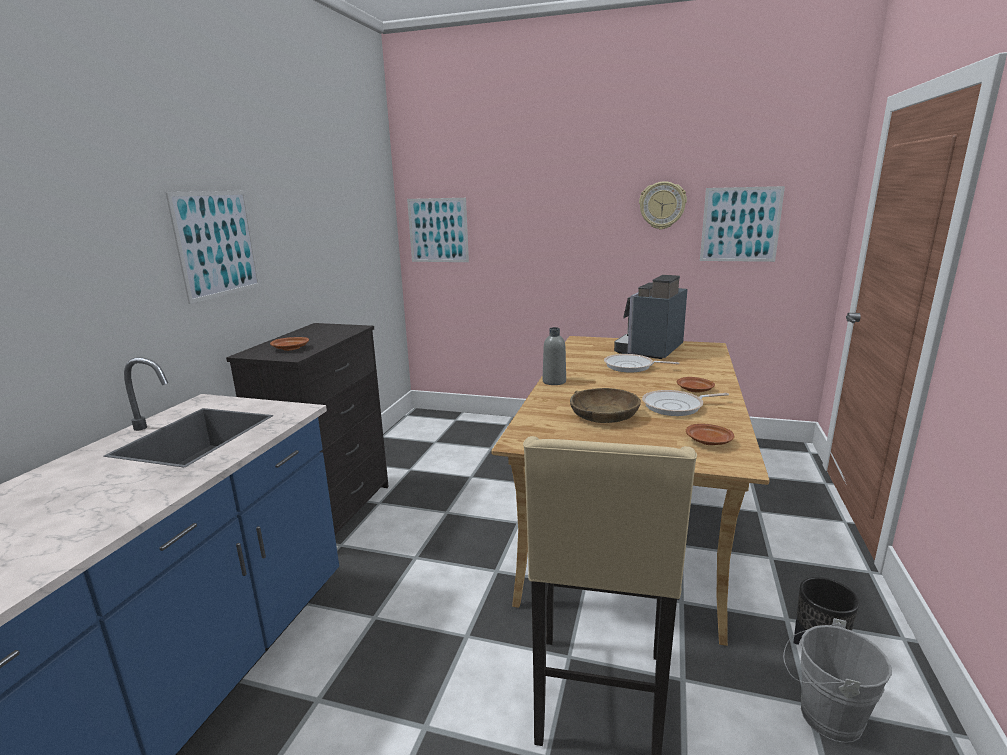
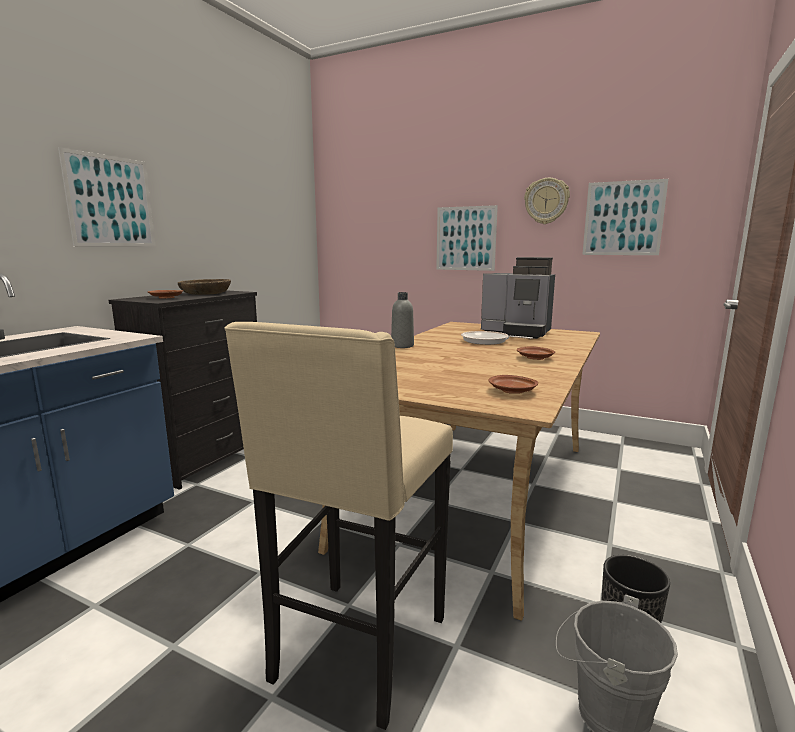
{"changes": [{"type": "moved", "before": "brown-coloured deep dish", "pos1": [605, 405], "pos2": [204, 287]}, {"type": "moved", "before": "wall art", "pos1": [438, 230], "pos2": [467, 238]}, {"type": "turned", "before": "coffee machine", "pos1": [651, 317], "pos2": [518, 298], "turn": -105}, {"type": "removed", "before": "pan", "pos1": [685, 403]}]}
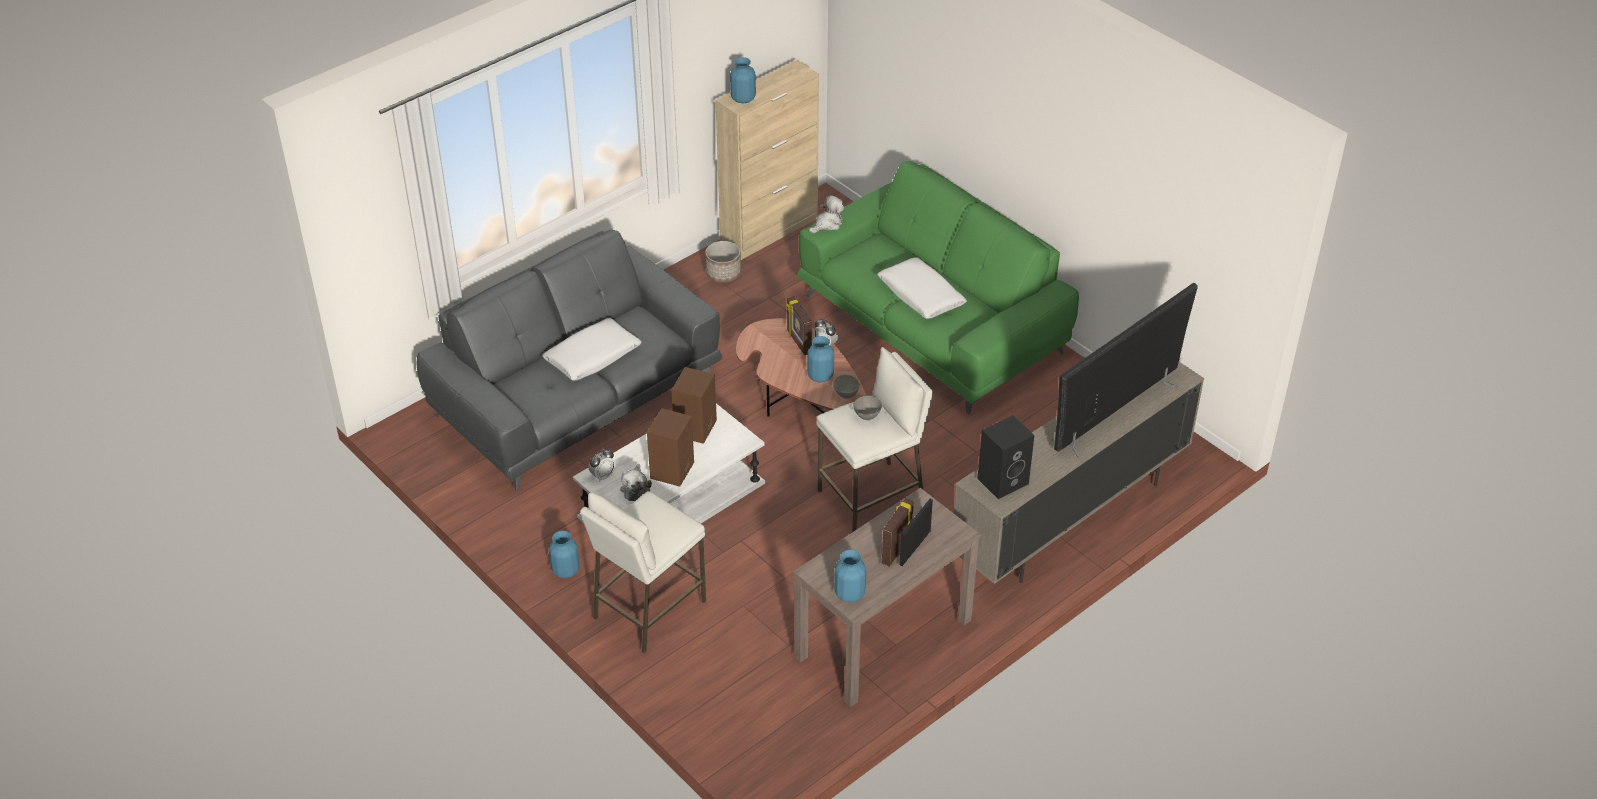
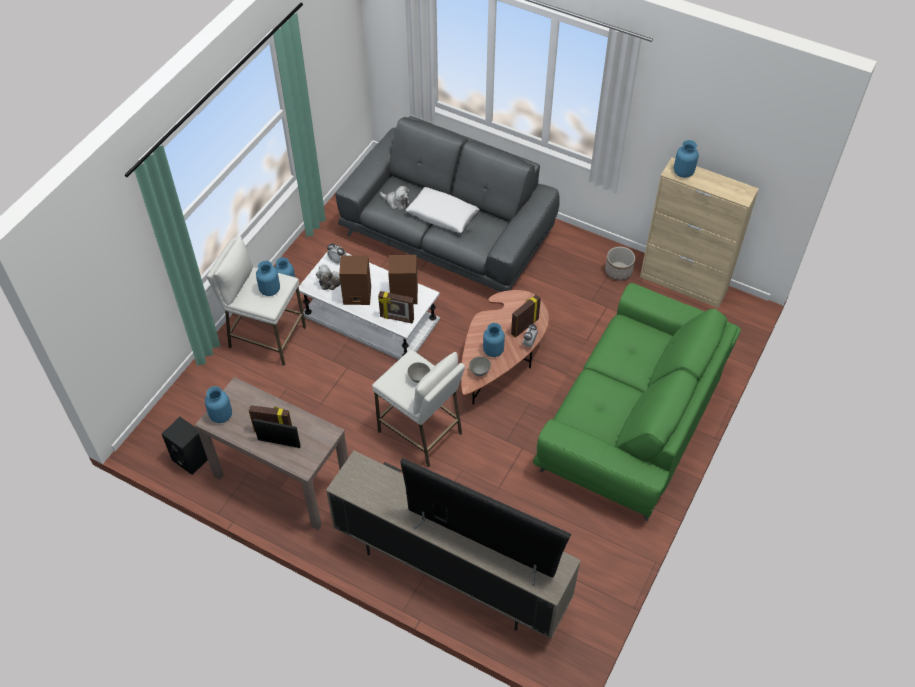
{"changes": [{"type": "moved", "before": "black loudspeaker", "pos1": [1005, 457], "pos2": [185, 446]}, {"type": "added", "after": "bluish decorative vase", "pos2": [268, 278]}, {"type": "added", "after": "standing frame", "pos2": [396, 307]}, {"type": "moved", "before": "soft toy", "pos1": [826, 214], "pos2": [395, 198]}, {"type": "removed", "before": "white throw pillow", "pos1": [922, 288]}]}
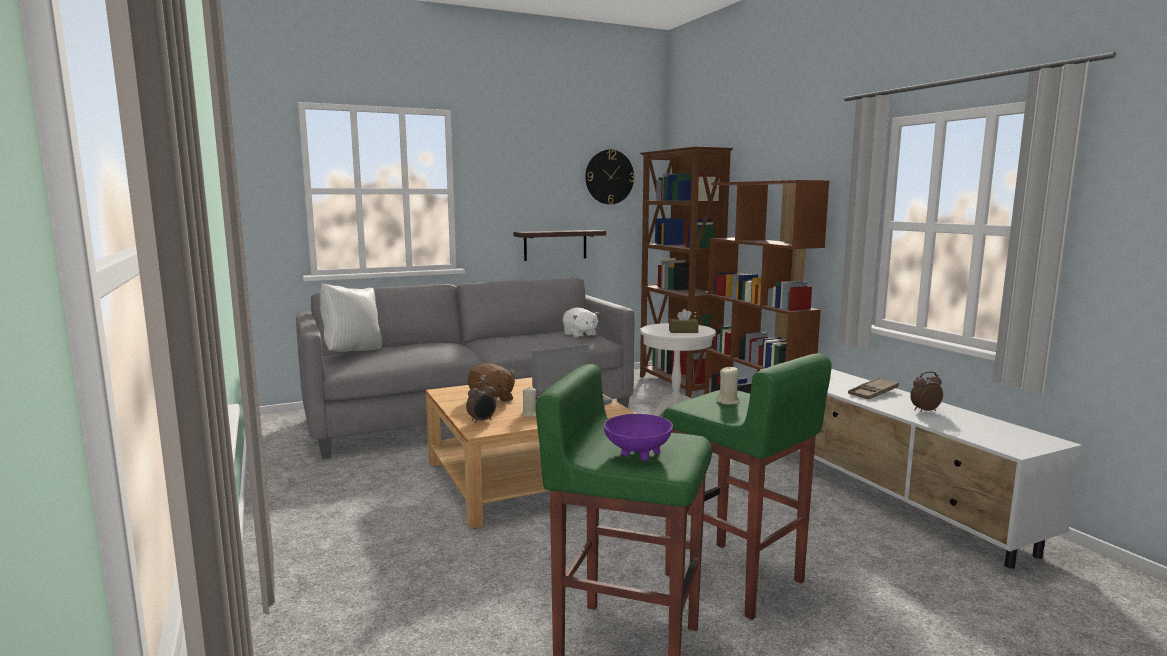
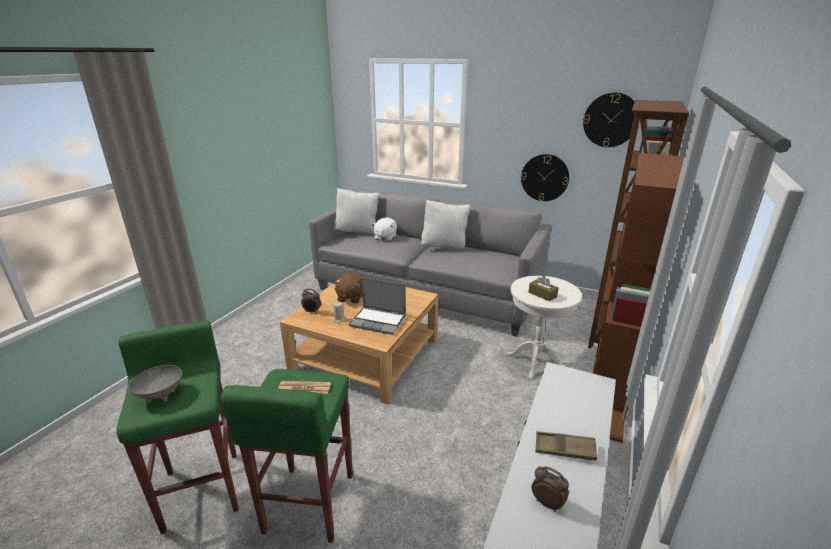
{"changes": [{"type": "recoloured", "before": "purple-coloured deep dish", "after": "gray deep dish", "pos1": [638, 437], "pos2": [155, 384]}, {"type": "replaced", "before": "sand-coloured candle", "after": "daily paper", "pos1": [728, 385], "pos2": [304, 387]}, {"type": "moved", "before": "white soft toy", "pos1": [581, 323], "pos2": [384, 229]}, {"type": "added", "after": "white throw pillow", "pos2": [445, 224]}, {"type": "replaced", "before": "wall shelf", "after": "clock on the wall", "pos1": [559, 245], "pos2": [545, 177]}]}
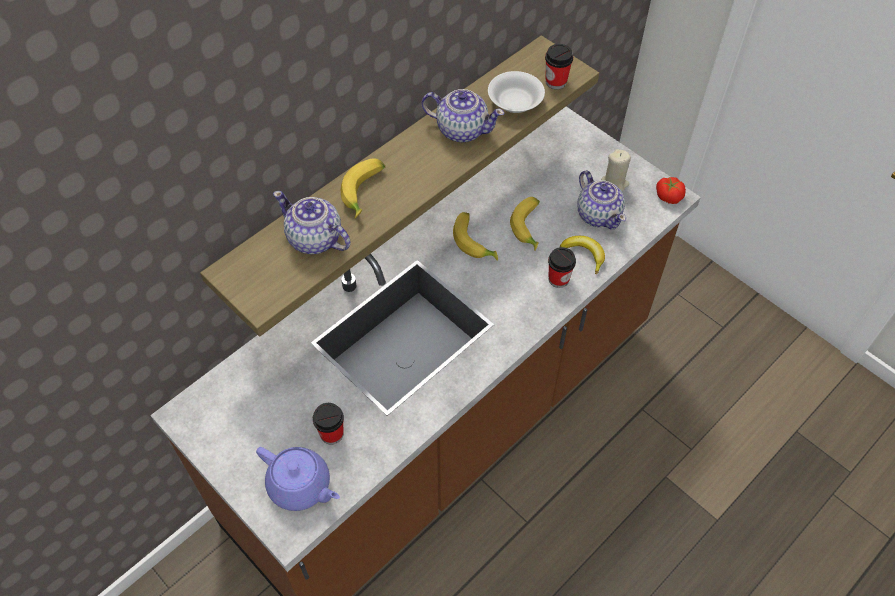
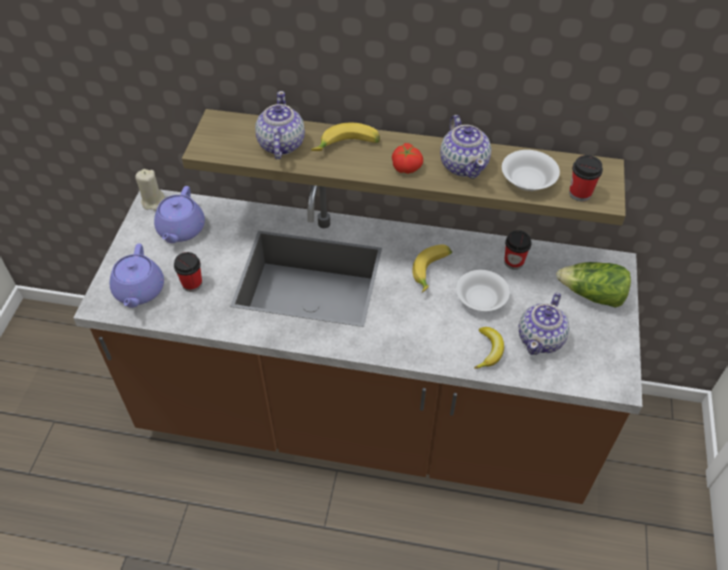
{"changes": [{"type": "moved", "before": "sand-coloured candle", "pos1": [616, 170], "pos2": [150, 190]}, {"type": "added", "after": "purple-coloured teapot", "pos2": [179, 214]}, {"type": "moved", "before": "fresh tomato", "pos1": [671, 190], "pos2": [407, 158]}, {"type": "replaced", "before": "banana fruit", "after": "white deep dish", "pos1": [525, 224], "pos2": [483, 290]}, {"type": "moved", "before": "cup", "pos1": [562, 267], "pos2": [518, 250]}, {"type": "added", "after": "head of lettuce", "pos2": [593, 285]}]}
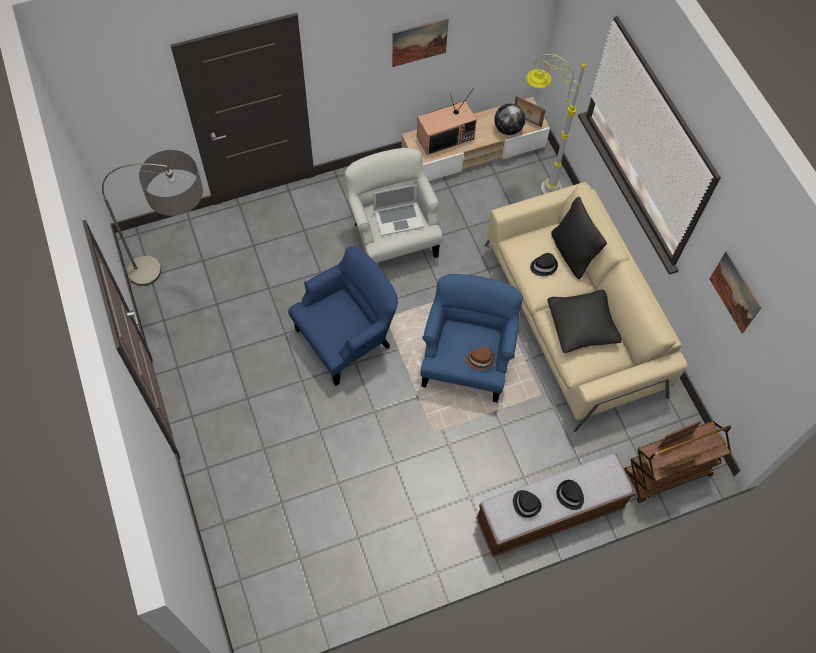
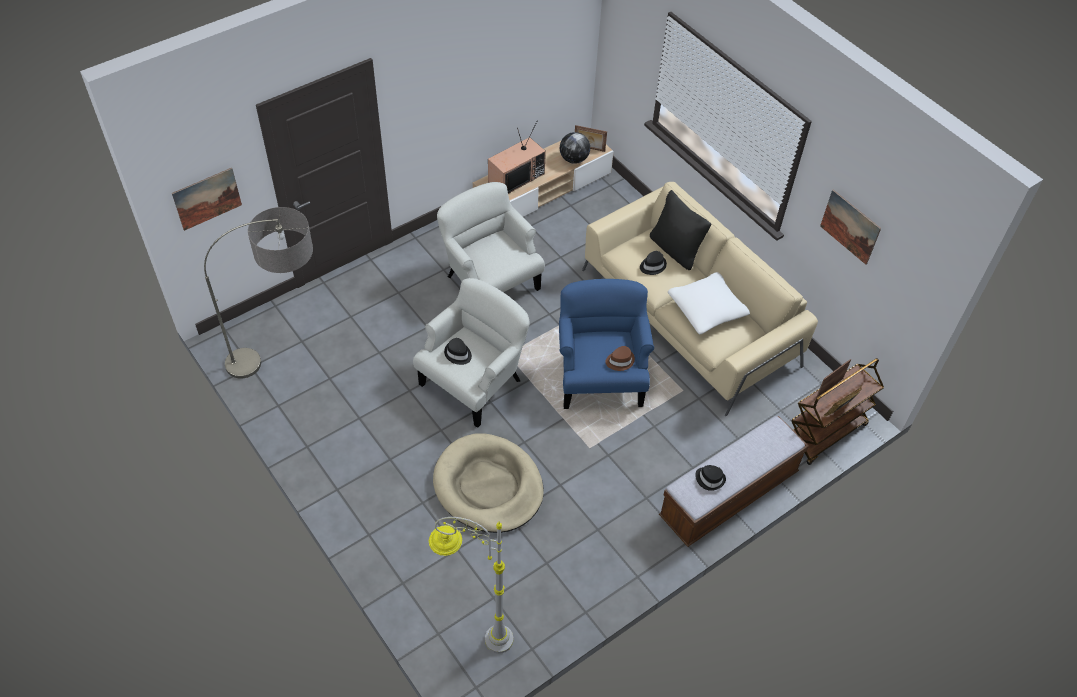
{"changes": [{"type": "moved", "before": "wall art", "pos1": [420, 42], "pos2": [207, 199]}, {"type": "recoloured", "before": "bluish lounge chair", "after": "white lounge chair", "pos1": [343, 316], "pos2": [471, 353]}, {"type": "moved", "before": "gray standing lamp", "pos1": [556, 124], "pos2": [471, 585]}, {"type": "added", "after": "sand-coloured pet bed", "pos2": [488, 483]}, {"type": "moved", "before": "black wearable hat", "pos1": [570, 495], "pos2": [458, 351]}, {"type": "recoloured", "before": "black throw pillow", "after": "white throw pillow", "pos1": [584, 321], "pos2": [709, 303]}, {"type": "removed", "before": "notebook computer", "pos1": [398, 210]}]}
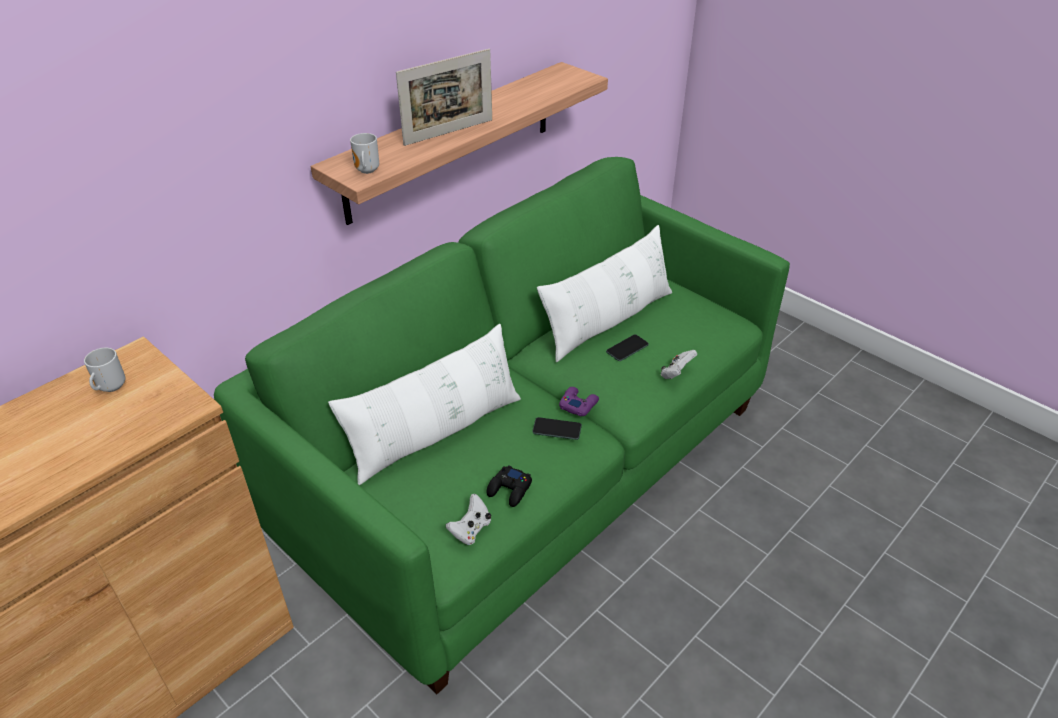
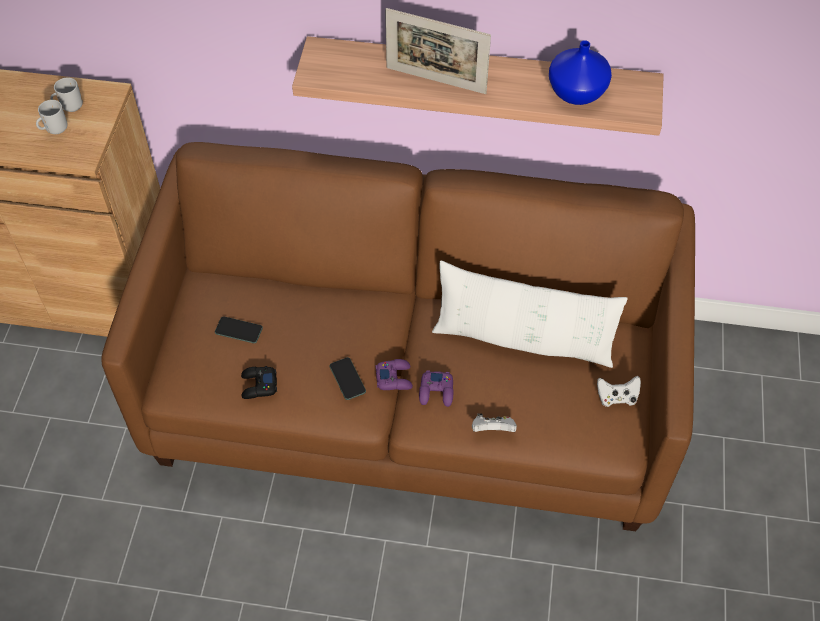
{"changes": [{"type": "moved", "before": "mug", "pos1": [364, 153], "pos2": [52, 117]}, {"type": "recoloured", "before": "greenish sofa", "after": "brown-coloured sofa", "pos1": [502, 426], "pos2": [398, 336]}, {"type": "moved", "before": "handset", "pos1": [627, 347], "pos2": [239, 329]}, {"type": "added", "after": "purple-coloured game controller", "pos2": [436, 388]}, {"type": "added", "after": "bluish decorative vase", "pos2": [580, 72]}, {"type": "moved", "before": "white game controller", "pos1": [468, 519], "pos2": [619, 391]}, {"type": "removed", "before": "white throw pillow", "pos1": [424, 404]}]}
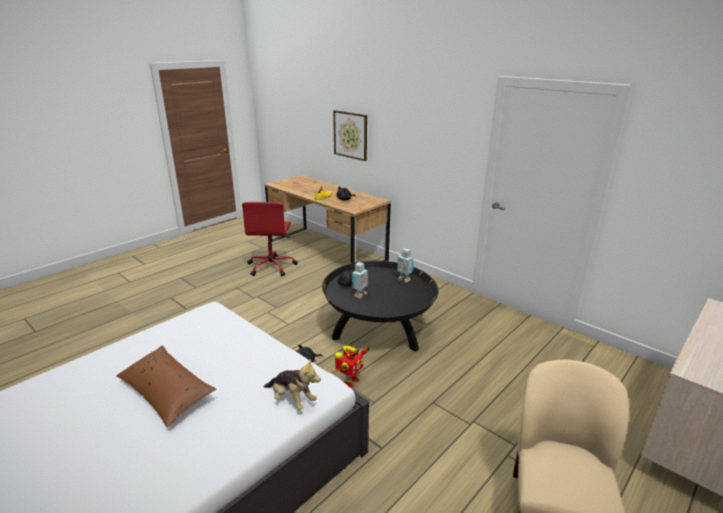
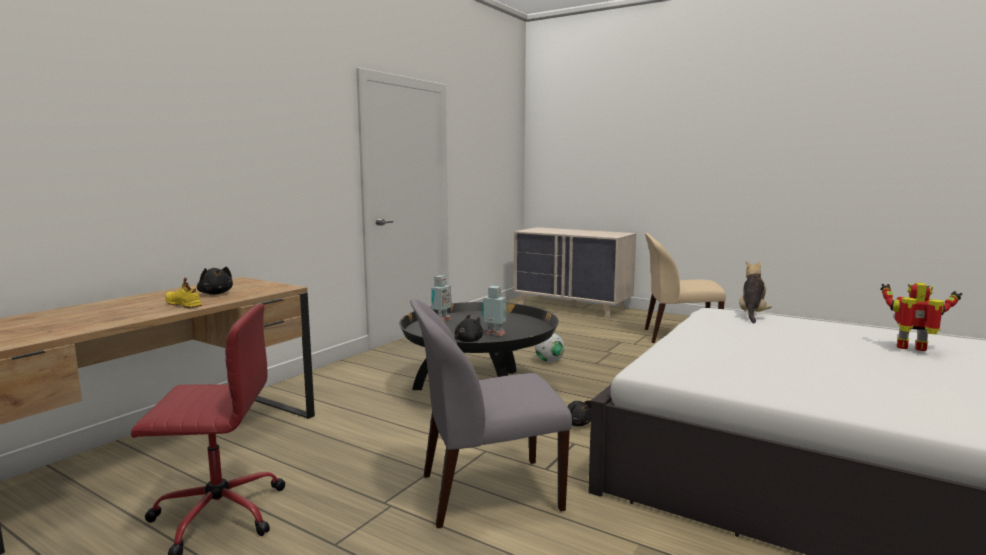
{"changes": [{"type": "added", "after": "gray plain chair", "pos2": [491, 413]}, {"type": "added", "after": "football ball", "pos2": [550, 347]}, {"type": "moved", "before": "toy robot", "pos1": [352, 366], "pos2": [921, 316]}, {"type": "removed", "before": "brown-coloured throw pillow", "pos1": [166, 386]}, {"type": "removed", "before": "wall art", "pos1": [350, 135]}]}
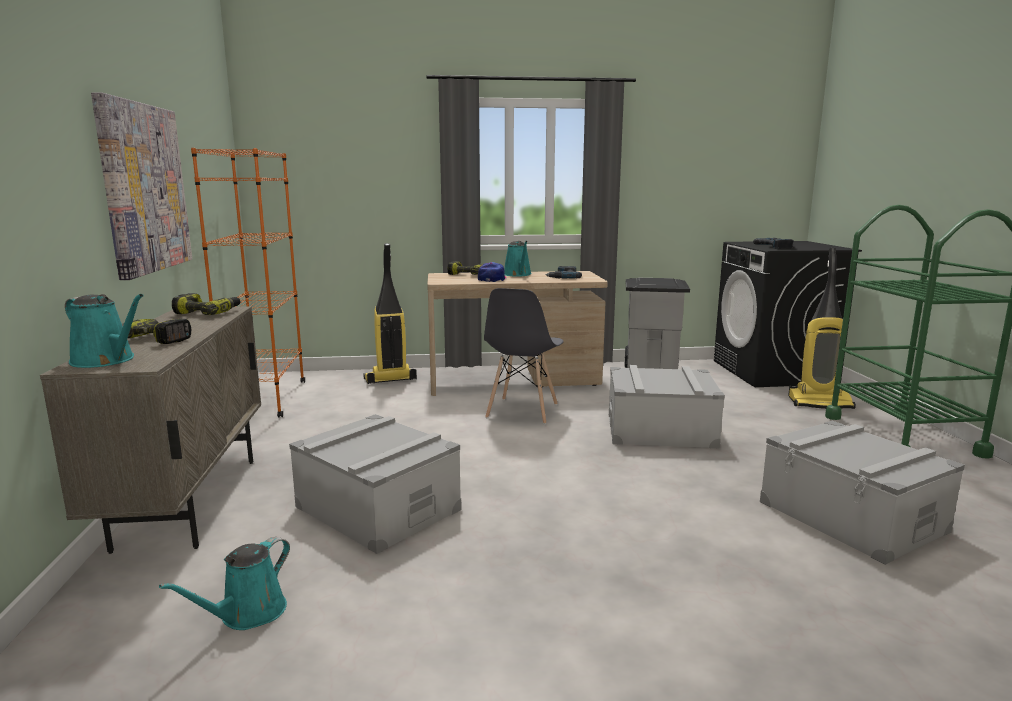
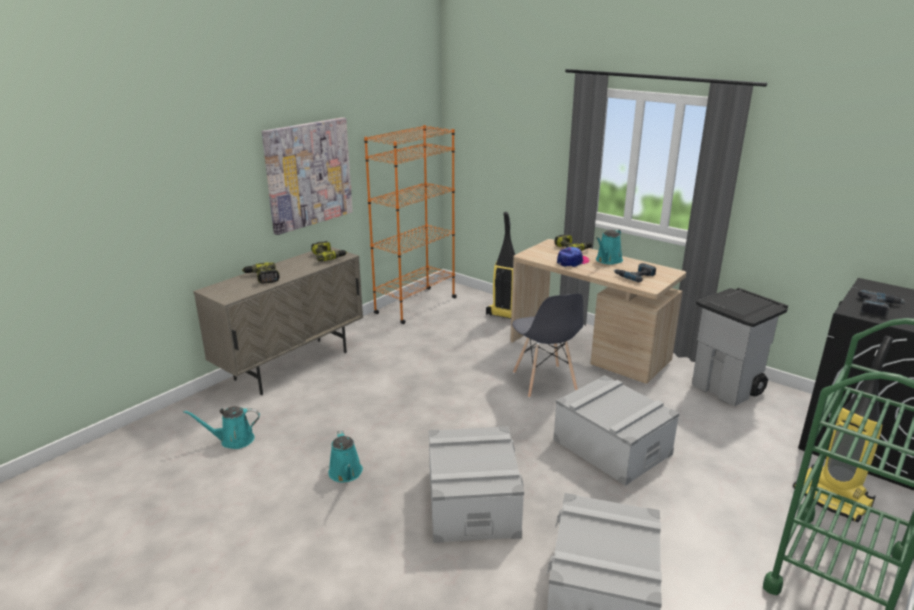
{"changes": [{"type": "moved", "before": "turquoise-coloured watering pot", "pos1": [104, 331], "pos2": [345, 456]}, {"type": "moved", "before": "gray storage container", "pos1": [375, 484], "pos2": [476, 484]}, {"type": "turned", "before": "gray plain chair", "pos1": [524, 356], "pos2": [547, 345], "turn": -75}]}
